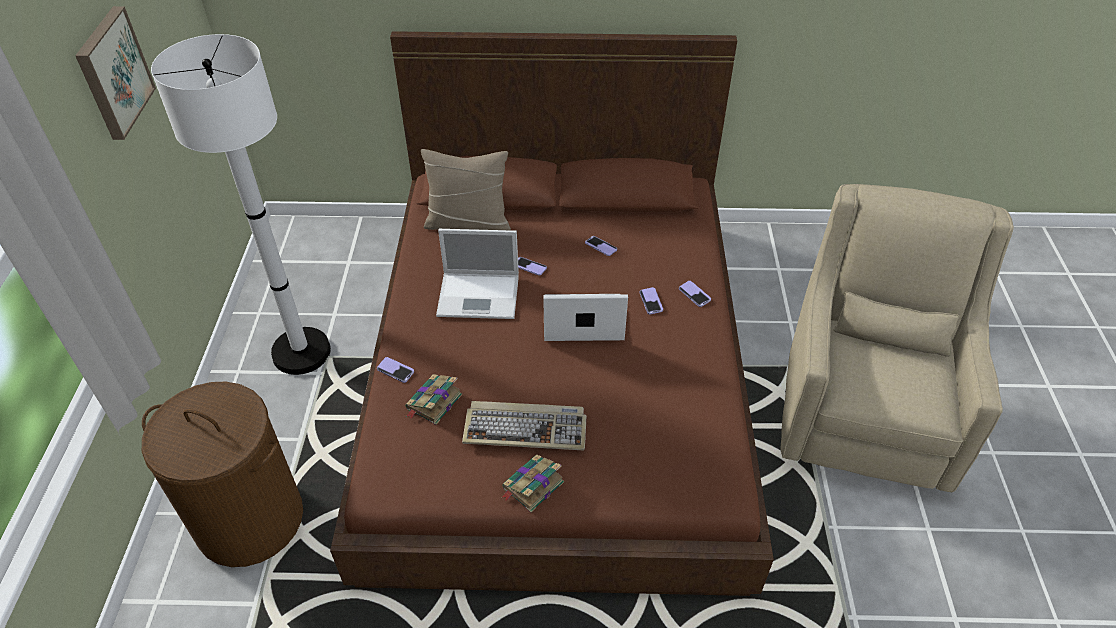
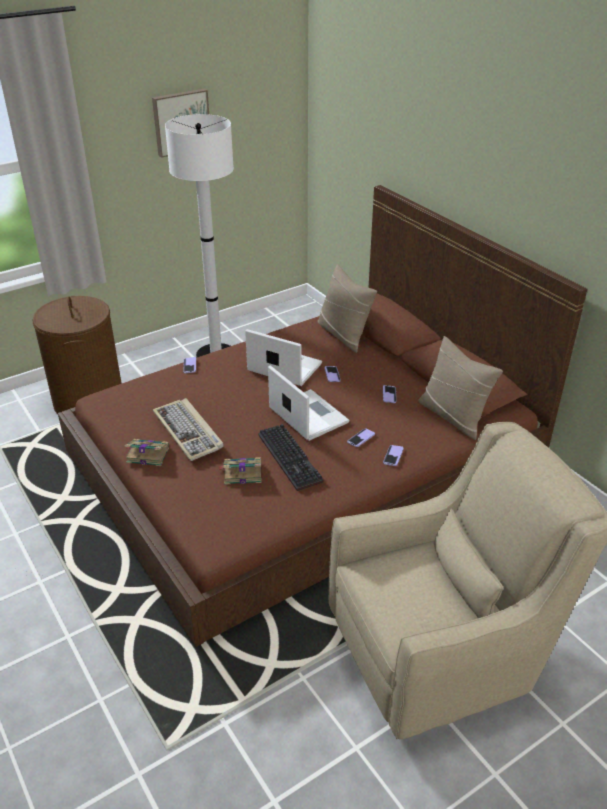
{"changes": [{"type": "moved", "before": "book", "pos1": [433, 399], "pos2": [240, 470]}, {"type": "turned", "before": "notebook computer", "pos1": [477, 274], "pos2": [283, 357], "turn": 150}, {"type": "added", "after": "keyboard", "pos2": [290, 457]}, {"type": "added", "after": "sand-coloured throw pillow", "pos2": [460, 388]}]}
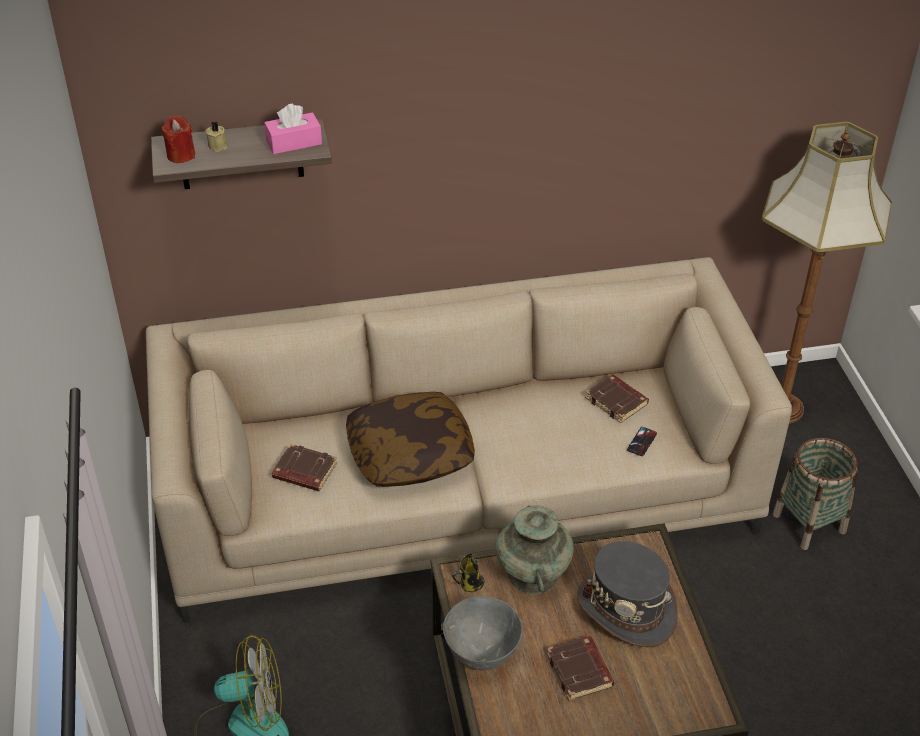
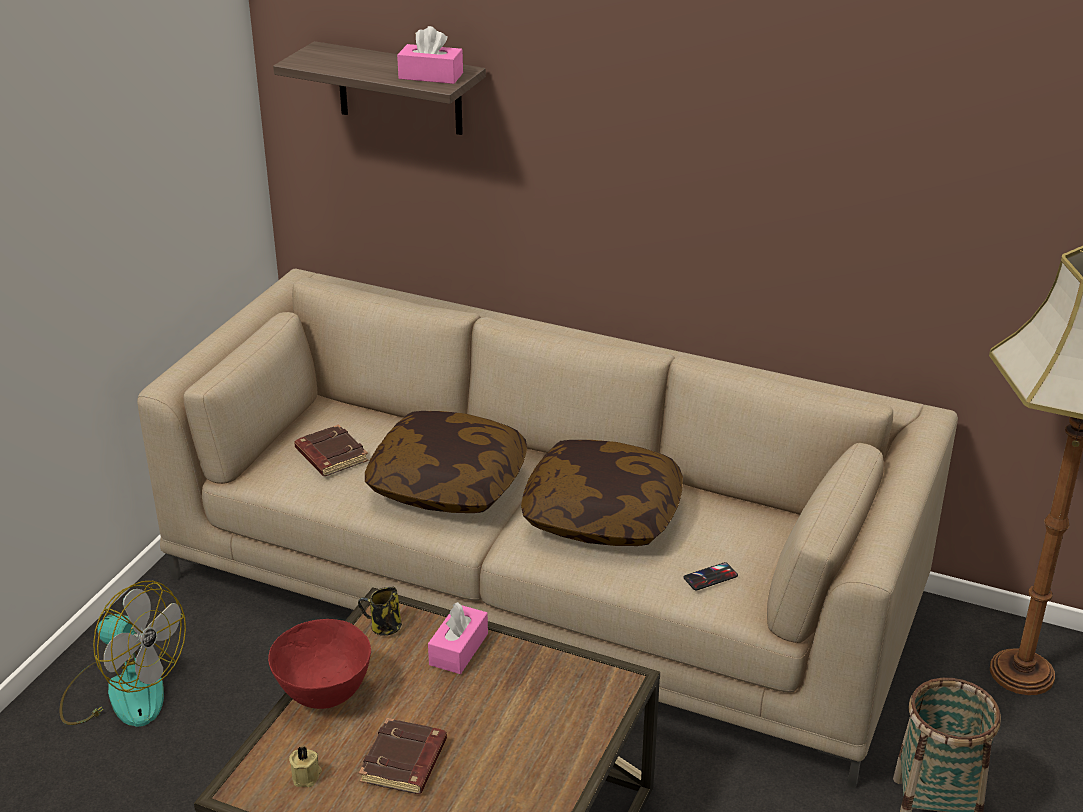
{"changes": [{"type": "recoloured", "before": "gray deep dish", "after": "red-coloured deep dish", "pos1": [482, 633], "pos2": [319, 664]}, {"type": "moved", "before": "sand-coloured candle", "pos1": [216, 136], "pos2": [305, 767]}, {"type": "replaced", "before": "turquoise-coloured decorative vase", "after": "pink-coloured tissue holder", "pos1": [534, 549], "pos2": [458, 638]}, {"type": "added", "after": "throw pillow", "pos2": [602, 493]}, {"type": "removed", "before": "red-coloured candle", "pos1": [178, 139]}, {"type": "removed", "before": "gray wearable hat", "pos1": [627, 594]}, {"type": "removed", "before": "brown-coloured book", "pos1": [617, 398]}]}
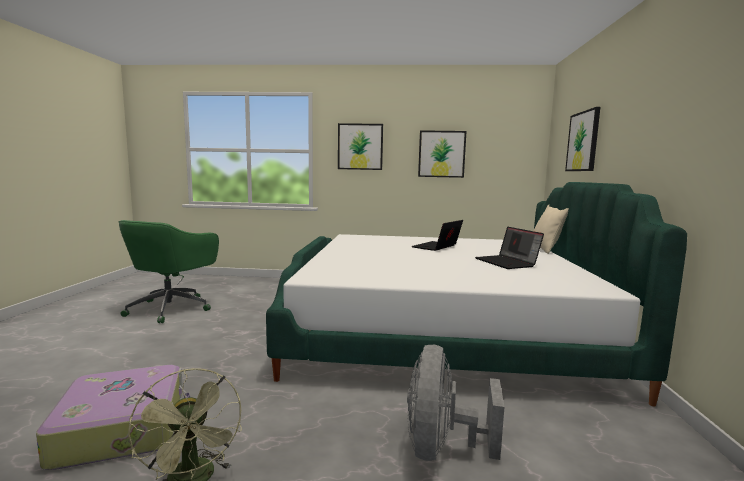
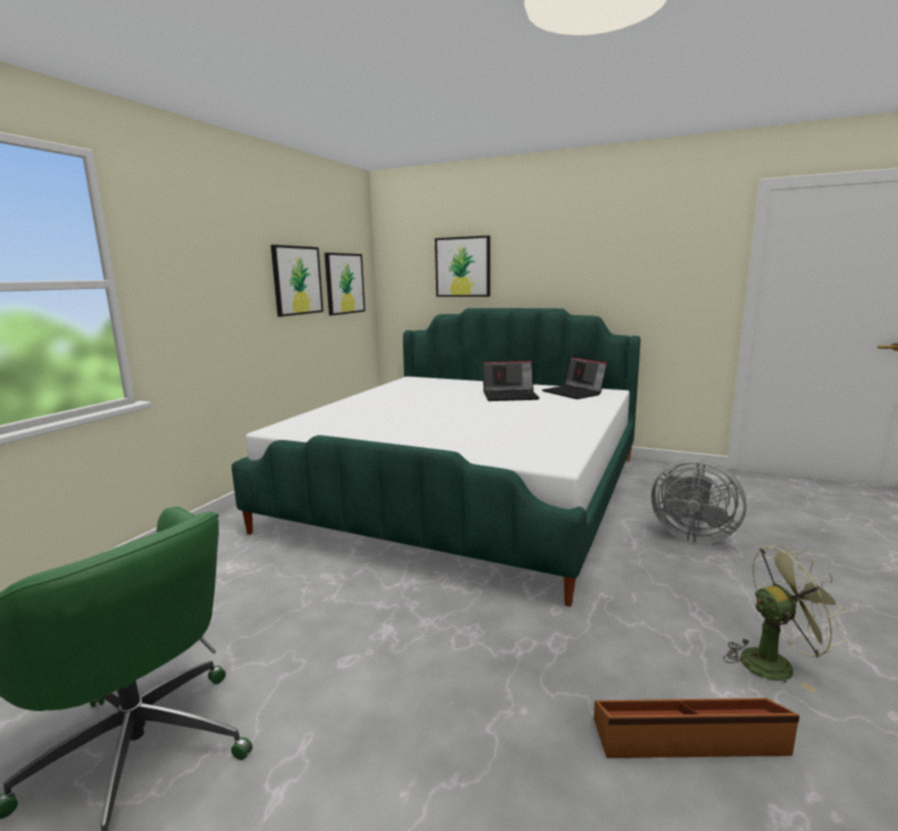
{"changes": [{"type": "moved", "before": "wall art", "pos1": [360, 146], "pos2": [344, 284]}, {"type": "moved", "before": "notebook computer", "pos1": [437, 235], "pos2": [575, 377]}, {"type": "replaced", "before": "piece of luggage", "after": "brown-coloured storage container", "pos1": [113, 417], "pos2": [697, 728]}, {"type": "removed", "before": "sand-coloured throw pillow", "pos1": [551, 229]}]}
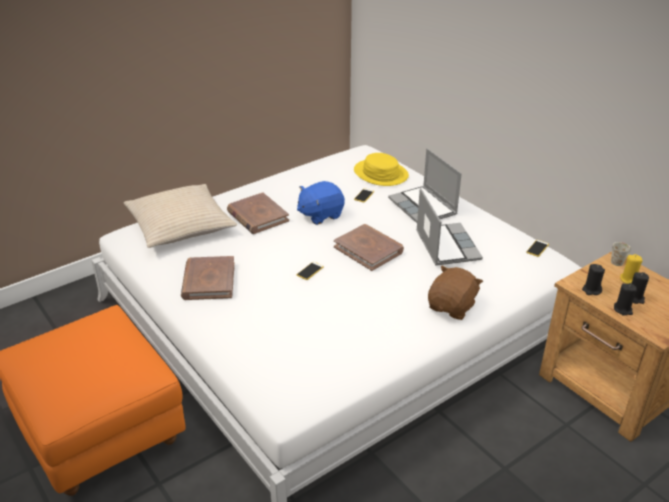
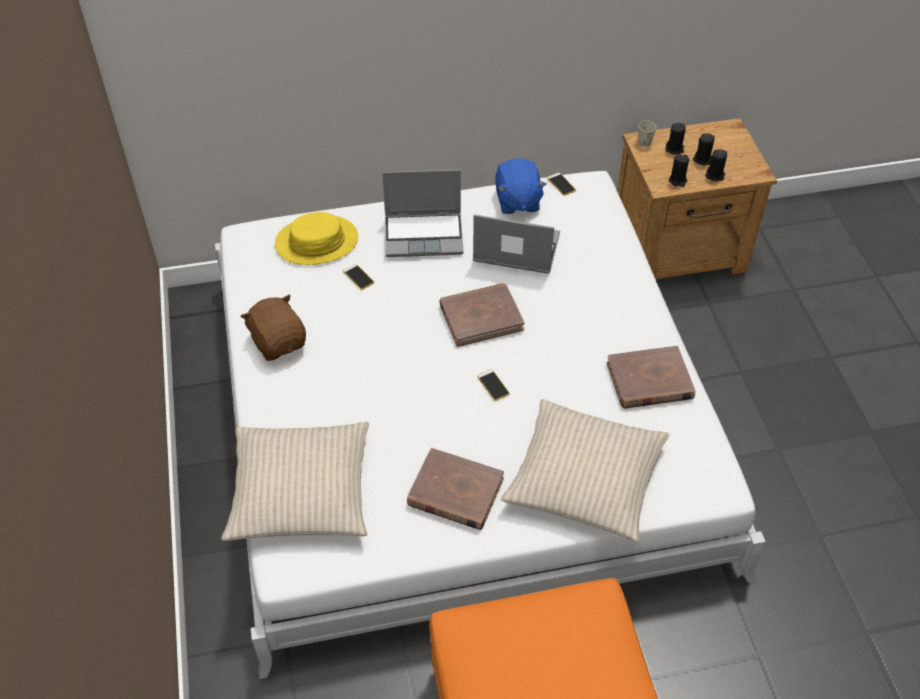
{"changes": [{"type": "moved", "before": "brown-coloured soft toy", "pos1": [455, 293], "pos2": [273, 327]}, {"type": "moved", "before": "bluish soft toy", "pos1": [321, 203], "pos2": [521, 186]}, {"type": "added", "after": "sand-coloured throw pillow", "pos2": [585, 470]}, {"type": "moved", "before": "brown-coloured book", "pos1": [258, 213], "pos2": [651, 377]}, {"type": "recoloured", "before": "yellow-coloured candle", "after": "black candle", "pos1": [631, 269], "pos2": [675, 139]}]}
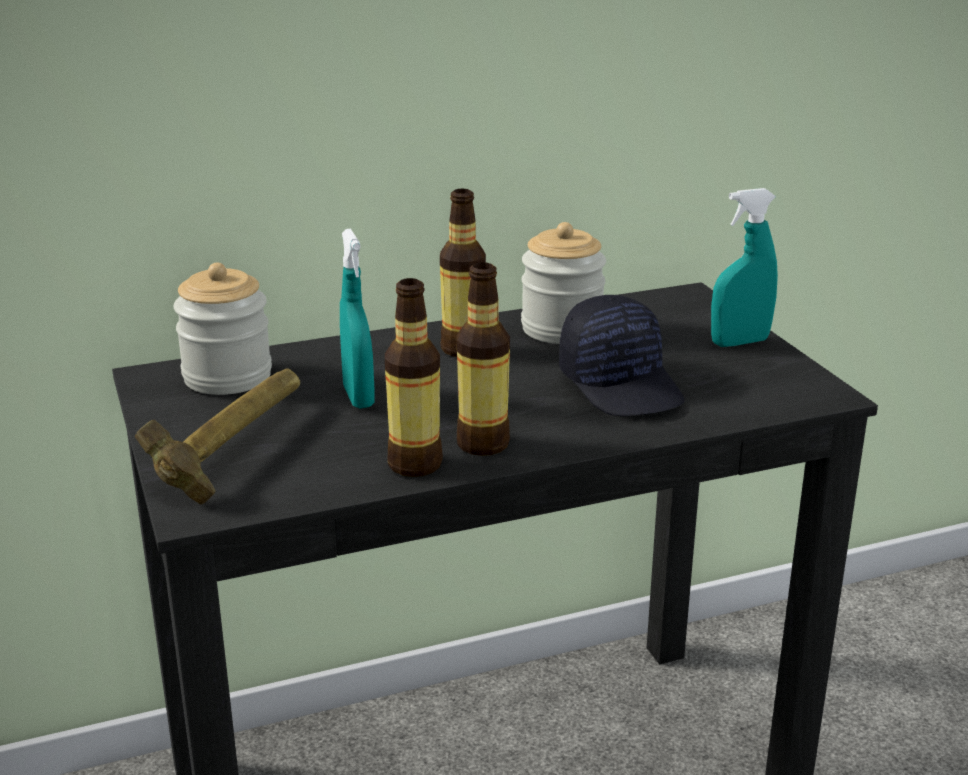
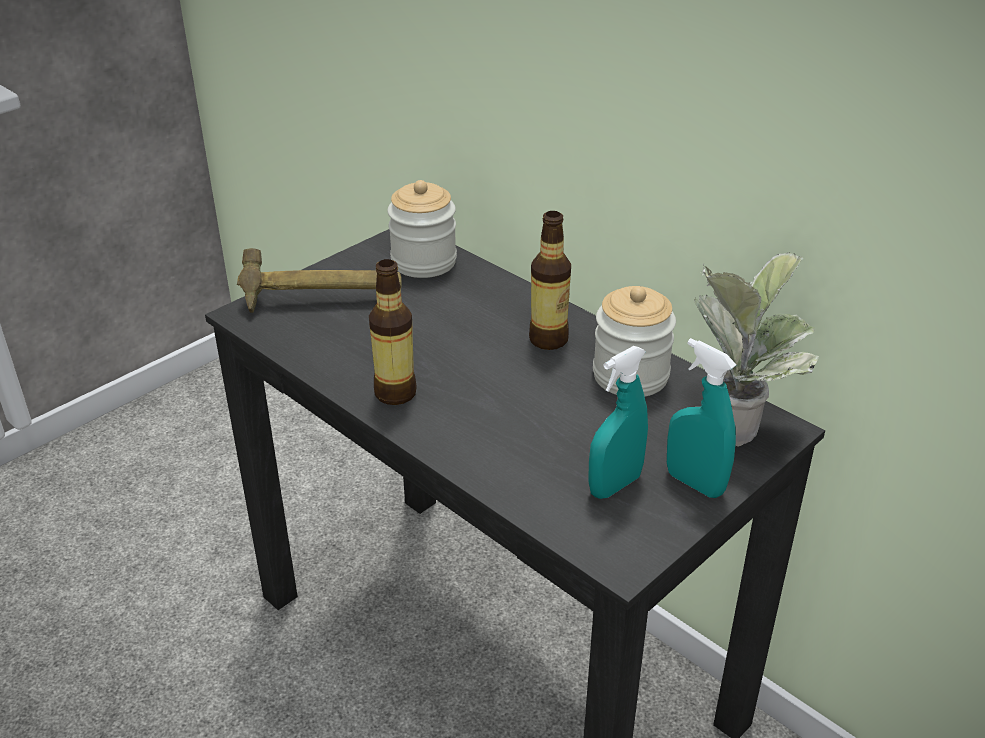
{"changes": [{"type": "moved", "before": "turquoise-coloured spray bottle", "pos1": [357, 318], "pos2": [618, 422]}, {"type": "added", "after": "plant in a pot", "pos2": [756, 349]}, {"type": "removed", "before": "beverage bottle", "pos1": [414, 377]}, {"type": "removed", "before": "black baseball cap", "pos1": [622, 355]}]}
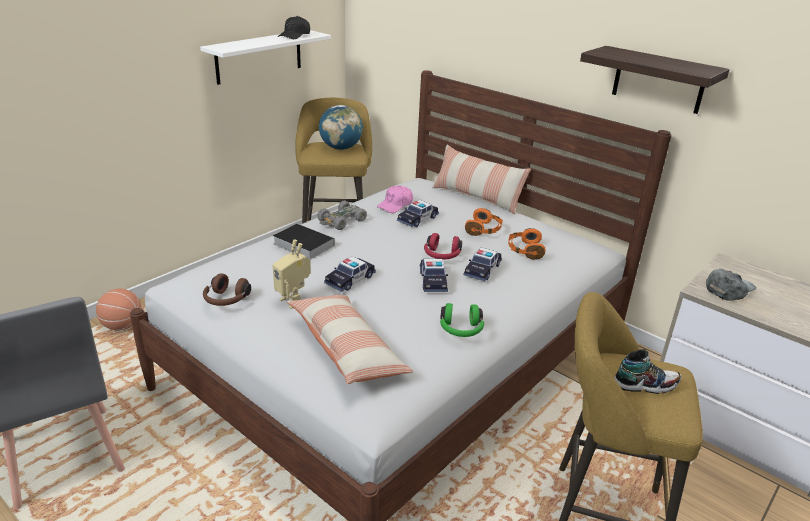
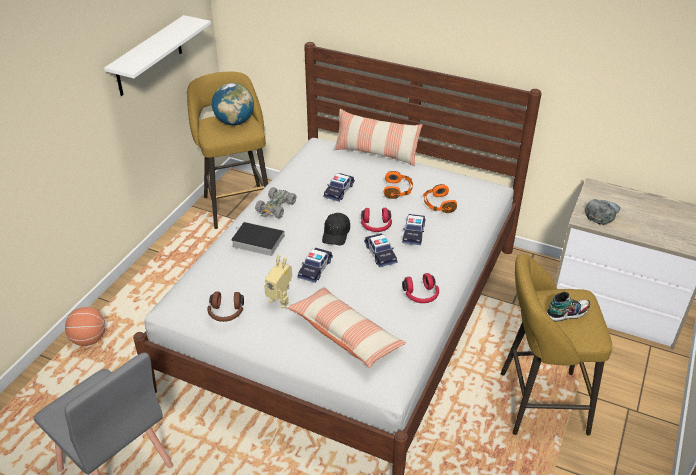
{"changes": [{"type": "moved", "before": "black baseball cap", "pos1": [294, 27], "pos2": [336, 229]}, {"type": "recoloured", "before": "greenish headset", "after": "red-coloured headset", "pos1": [462, 320], "pos2": [420, 288]}, {"type": "removed", "before": "pink-coloured baseball cap", "pos1": [395, 199]}, {"type": "removed", "before": "wall shelf", "pos1": [655, 80]}]}
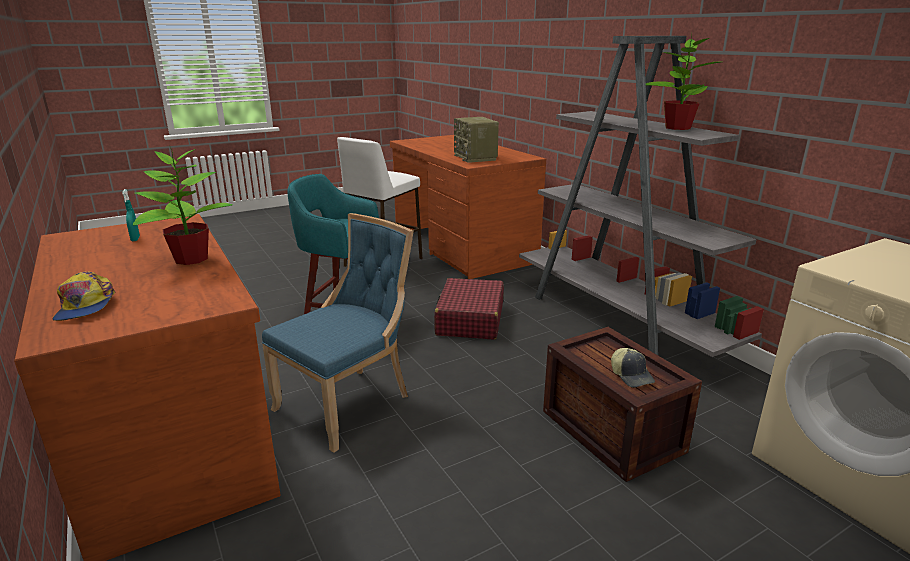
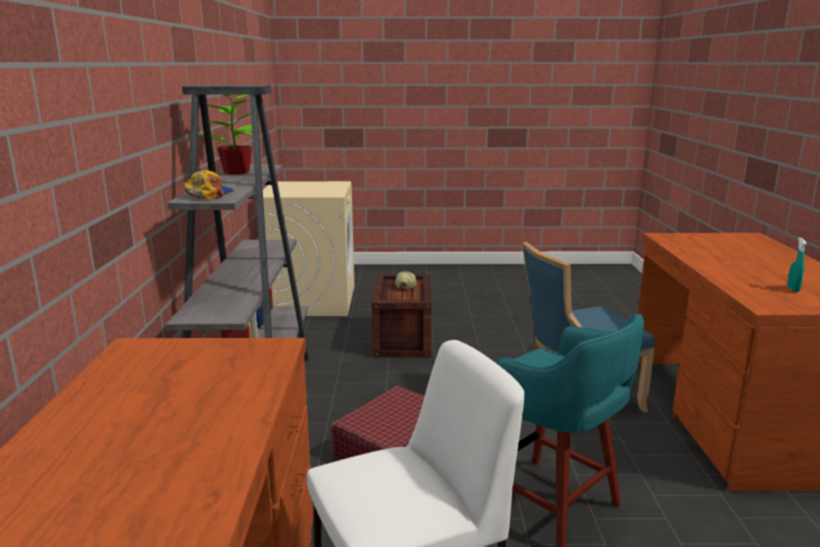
{"changes": [{"type": "moved", "before": "baseball cap", "pos1": [84, 296], "pos2": [209, 184]}, {"type": "removed", "before": "plant in a pot", "pos1": [182, 206]}, {"type": "removed", "before": "radio receiver", "pos1": [476, 140]}]}
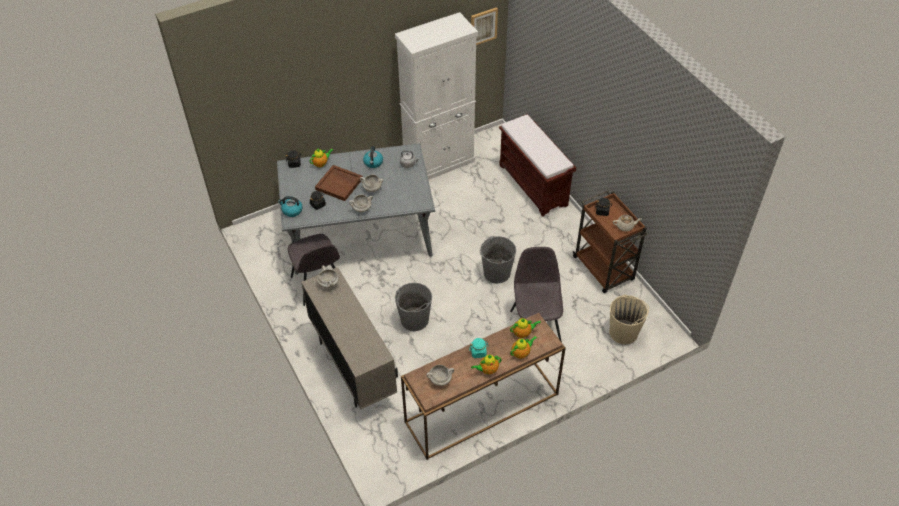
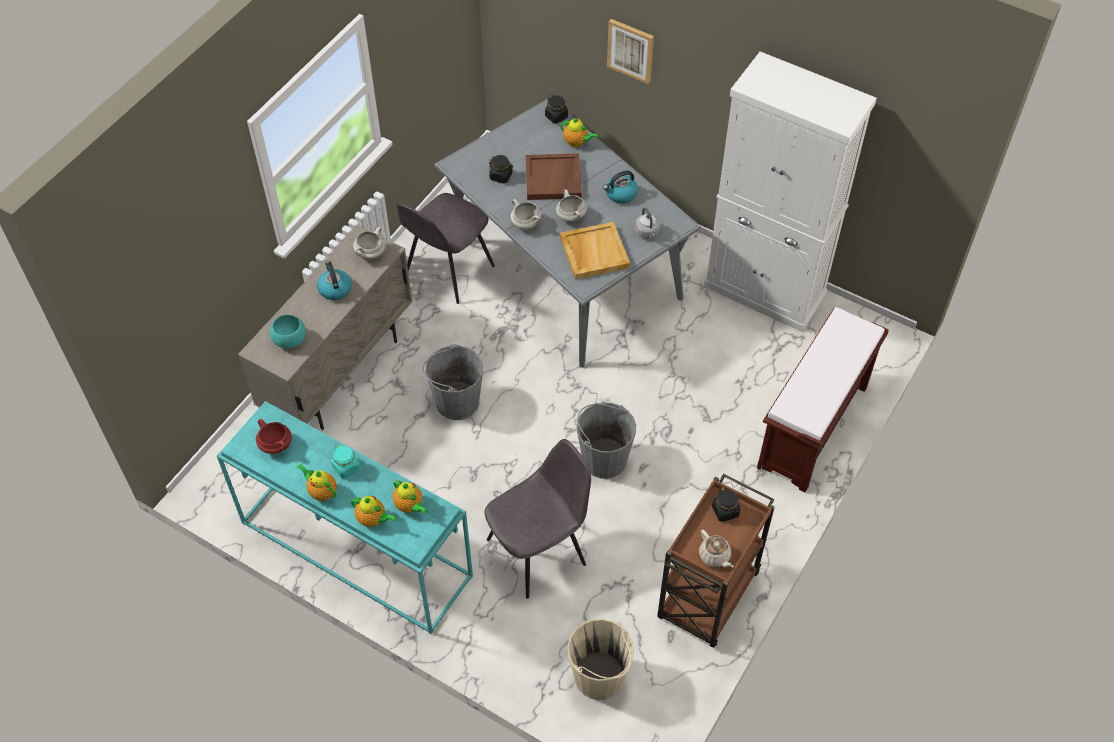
{"changes": [{"type": "recoloured", "before": "brown-coloured console table", "after": "turquoise-coloured console table", "pos1": [483, 386], "pos2": [345, 517]}, {"type": "recoloured", "before": "white stockpot", "after": "red-coloured stockpot", "pos1": [440, 375], "pos2": [274, 436]}, {"type": "added", "after": "turquoise-coloured deep dish", "pos2": [288, 331]}, {"type": "moved", "before": "tea kettle", "pos1": [290, 206], "pos2": [334, 280]}, {"type": "added", "after": "sand-coloured serving tray", "pos2": [595, 251]}, {"type": "moved", "before": "wall art", "pos1": [484, 26], "pos2": [630, 51]}]}
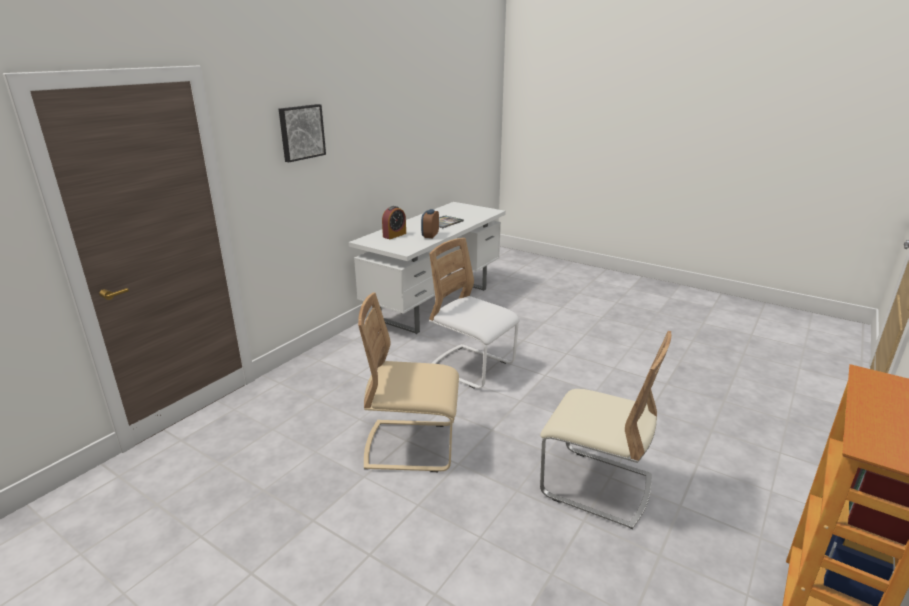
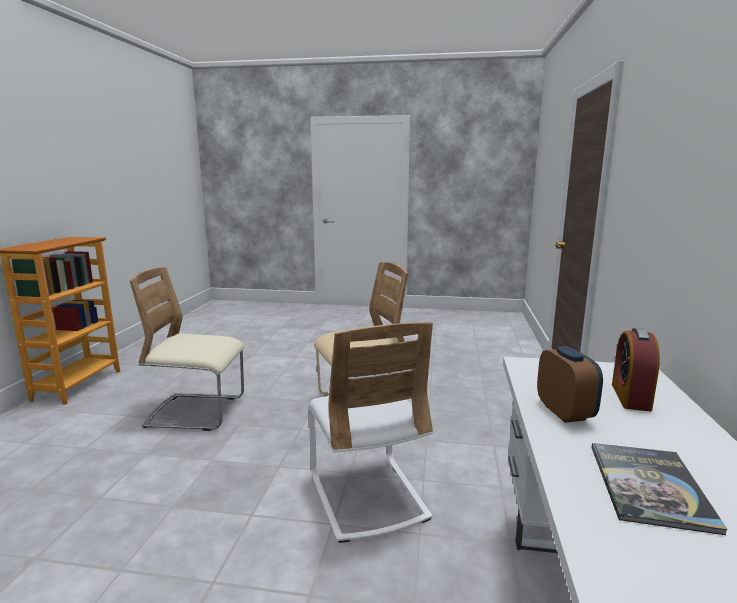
{"changes": [{"type": "turned", "before": "white plain chair", "pos1": [474, 313], "pos2": [370, 432], "turn": 60}, {"type": "removed", "before": "wall art", "pos1": [302, 133]}]}
